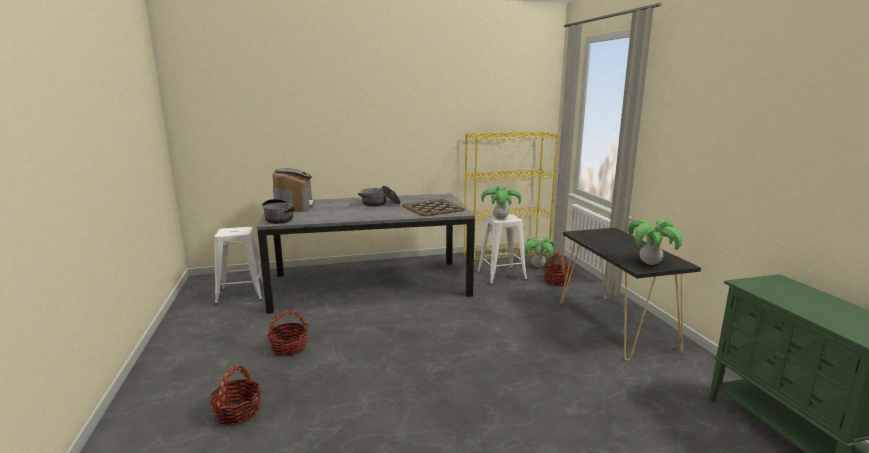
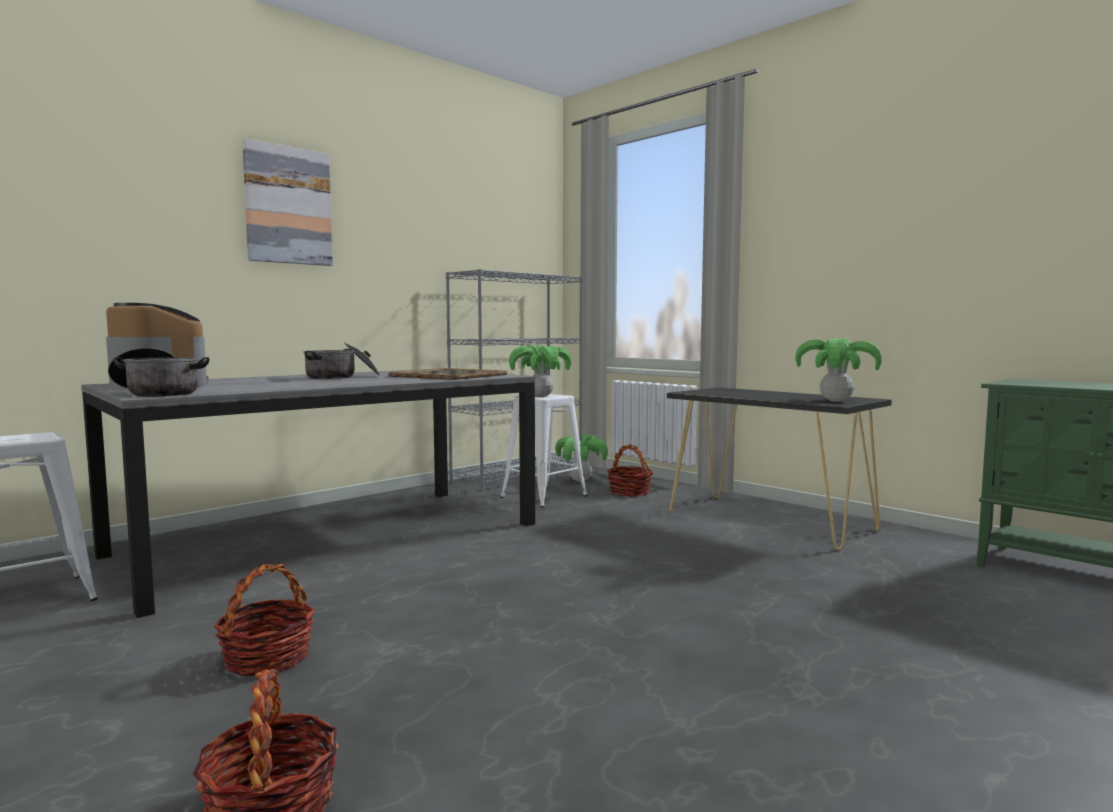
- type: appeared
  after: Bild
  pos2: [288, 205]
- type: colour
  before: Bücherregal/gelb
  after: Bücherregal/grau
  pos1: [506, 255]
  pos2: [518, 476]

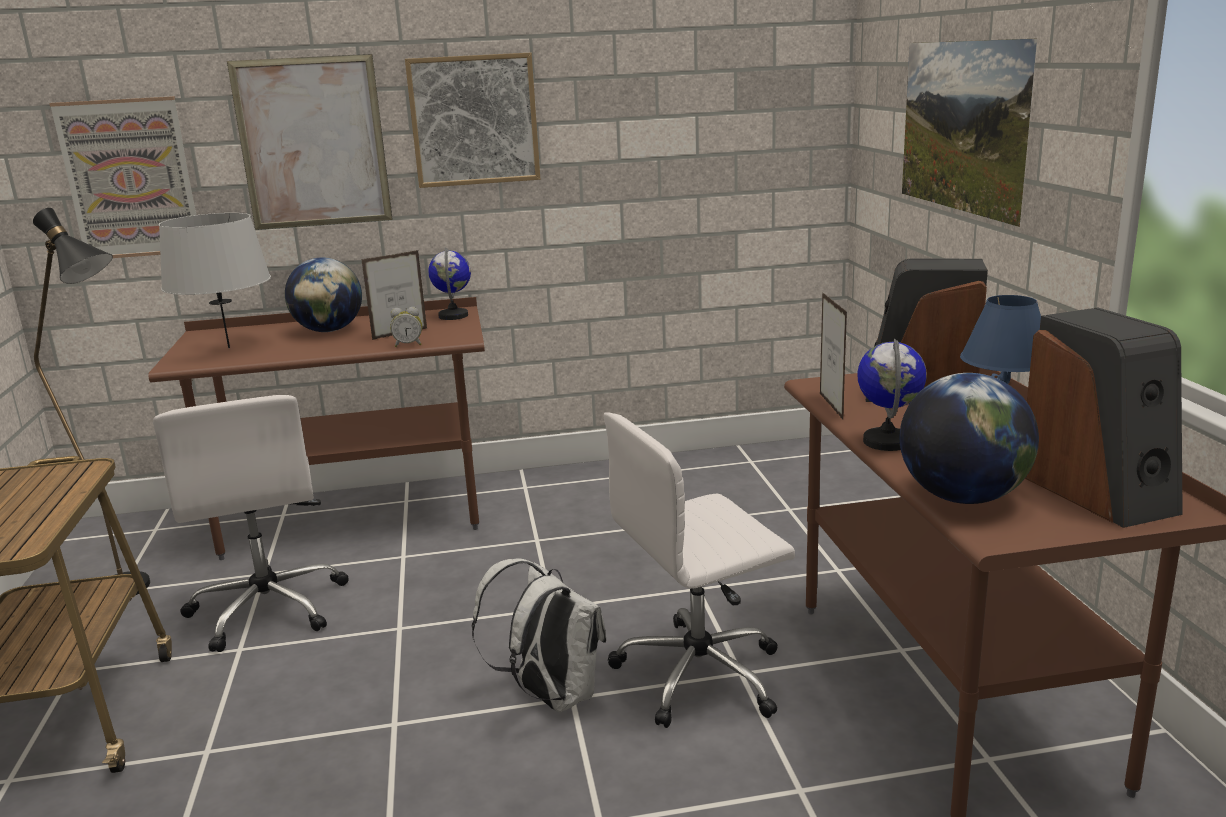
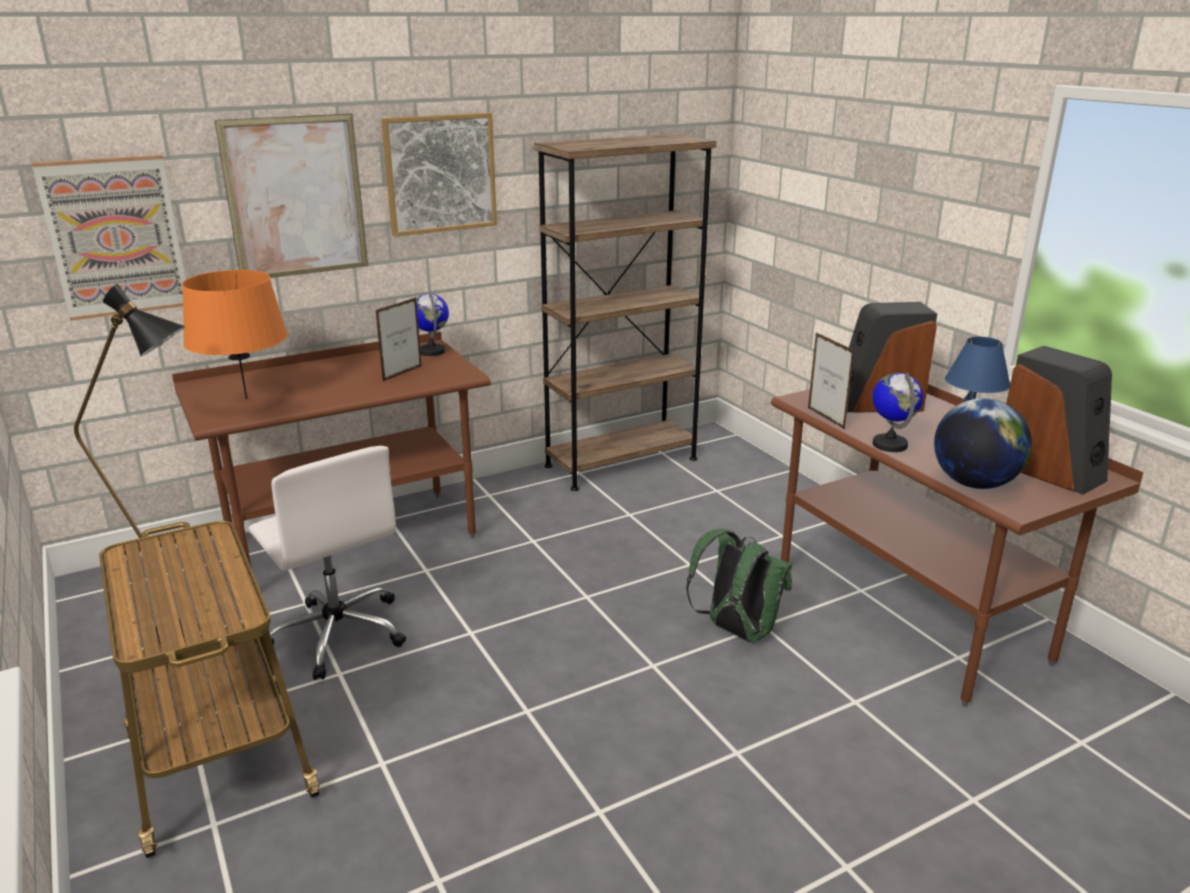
- type: missing
  before: Globus
  pos1: [329, 330]
- type: missing
  before: Wecker
  pos1: [408, 345]
- type: missing
  before: Rucksack/weiß
  pos1: [550, 696]
- type: missing
  before: Bild
  pos1: [957, 168]
- type: appeared
  after: Bücherregal/braun
  pos2: [621, 462]
- type: exchanged
  before: Bürostuhl/weiß
  after: Rucksack/grün
  pos1: [702, 674]
  pos2: [736, 631]
- type: colour
  before: Tischlampe/grau
  after: Tischlampe/orange
  pos1: [228, 348]
  pos2: [246, 399]

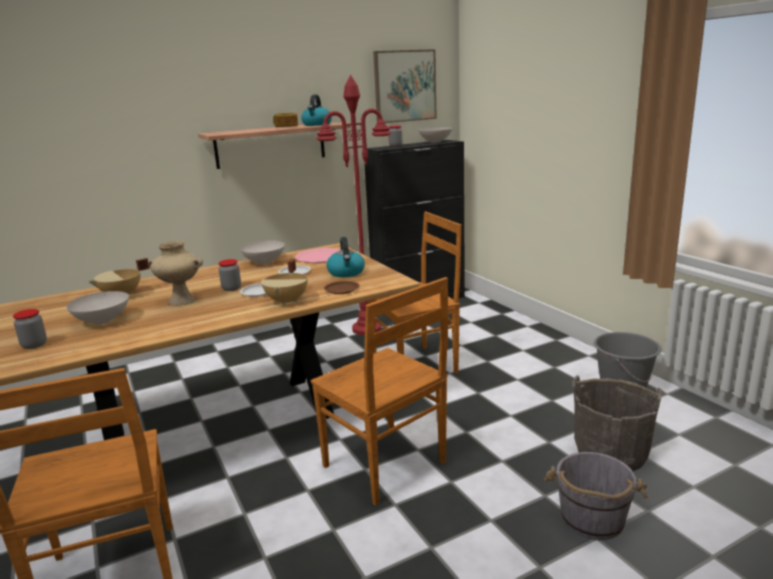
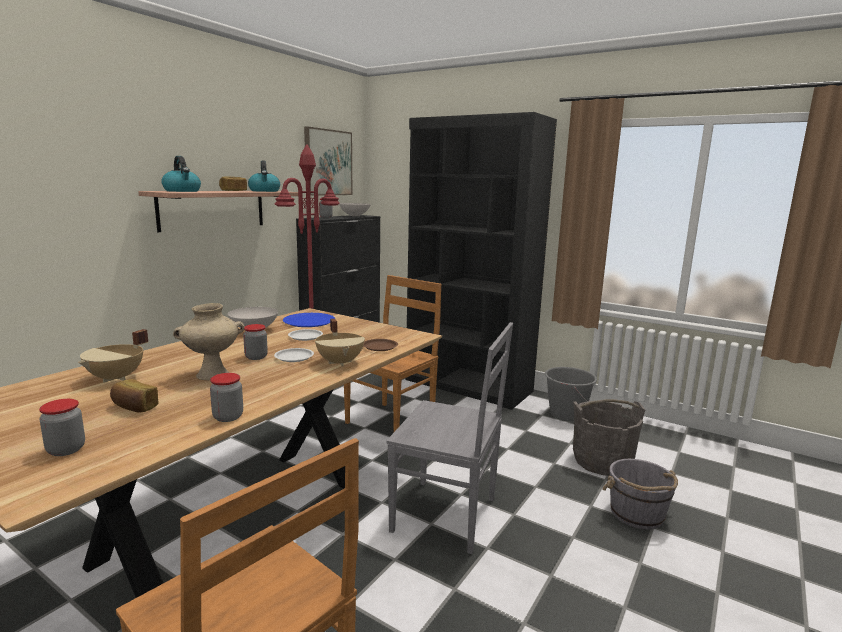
- type: appeared
  after: Vorratsglas
  pos2: [228, 417]
- type: appeared
  after: Bücherregal/schwarz
  pos2: [468, 386]
- type: relocated
  before: Wasserkessel
  pos1: [346, 273]
  pos2: [182, 191]
- type: exchanged
  before: Schüssel/weiß
  after: Brot
  pos1: [103, 320]
  pos2: [134, 407]
- type: colour
  before: Teller/rosa
  after: Teller/blau
  pos1: [320, 257]
  pos2: [309, 321]
- type: colour
  before: Stuhl/braun
  after: Stuhl/grau
  pos1: [386, 466]
  pos2: [447, 515]

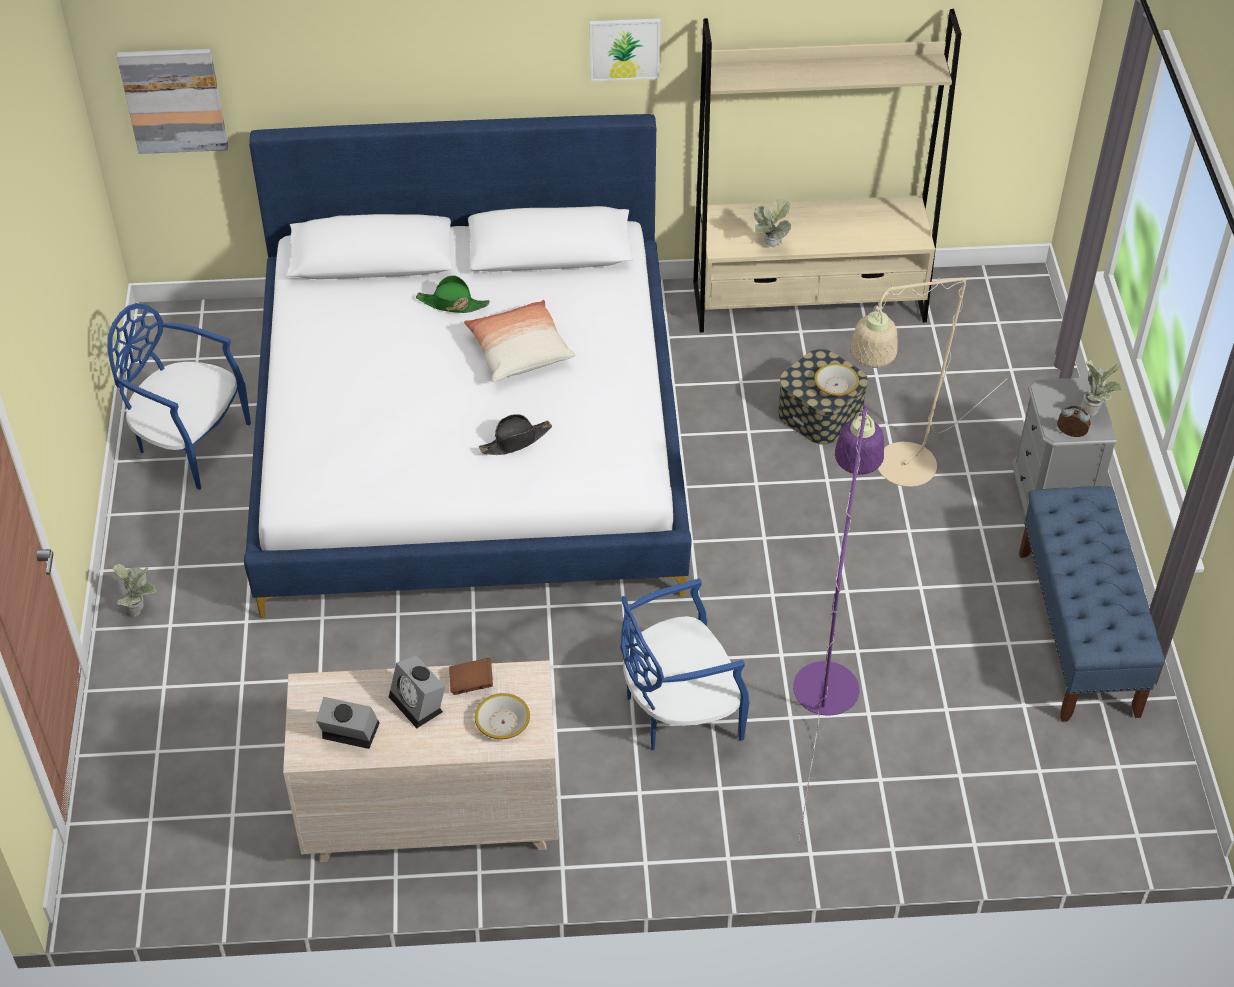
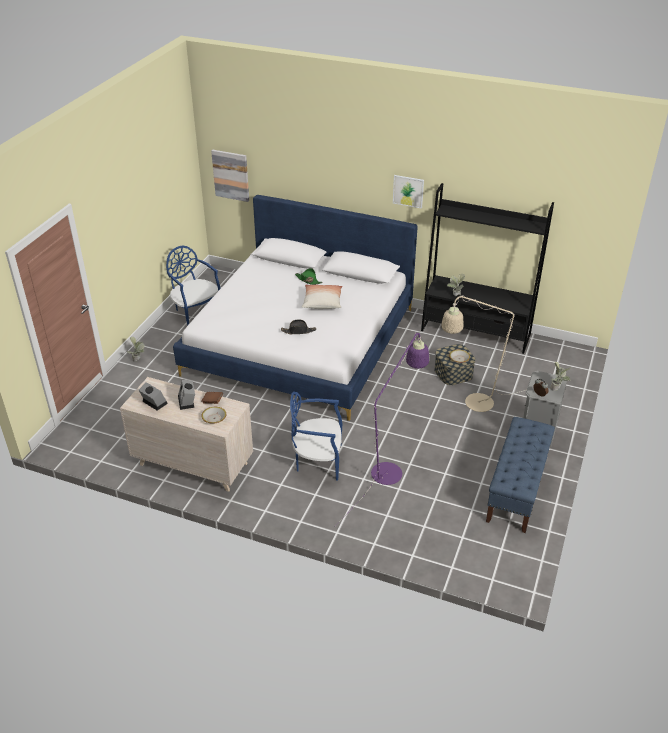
- type: colour
  before: Bücherregal/beige
  after: Bücherregal/schwarz
  pos1: [809, 302]
  pos2: [476, 333]

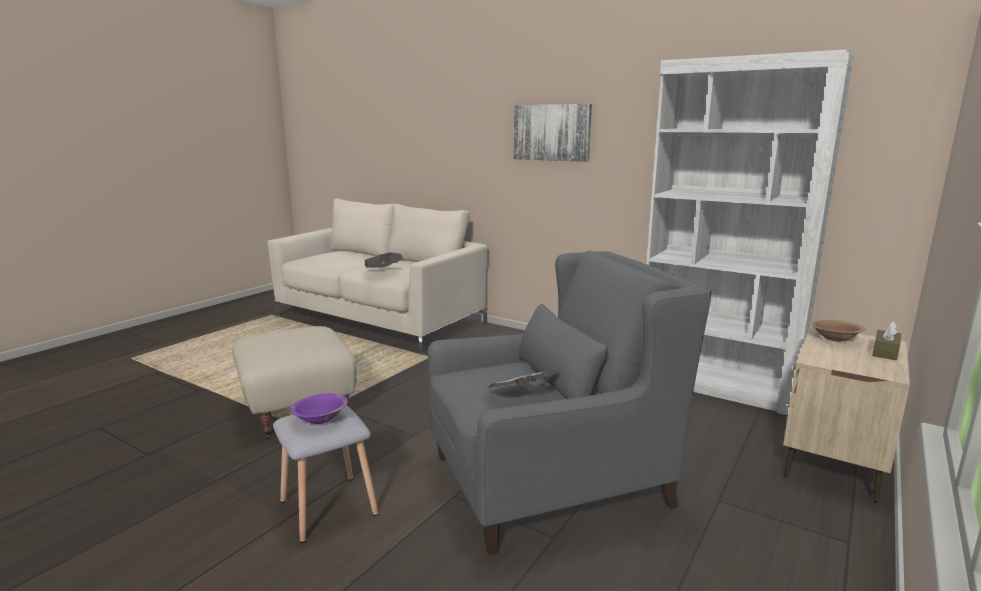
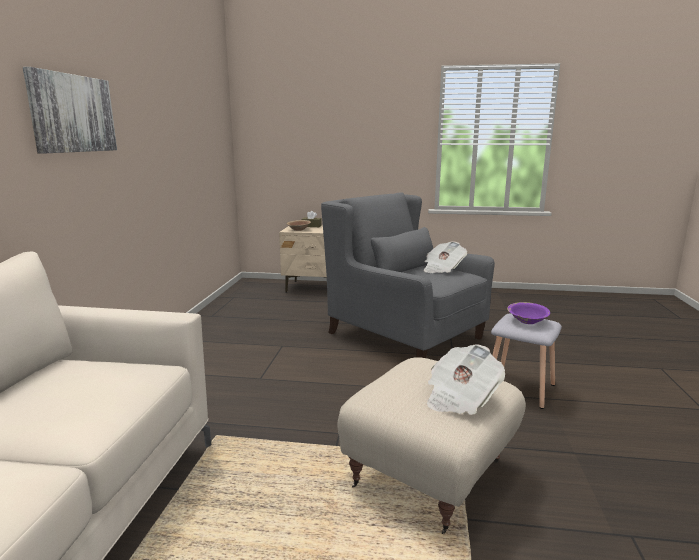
- type: missing
  before: Bücherregal/weiß
  pos1: [717, 385]
- type: relocated
  before: Zeitung
  pos1: [383, 271]
  pos2: [460, 398]

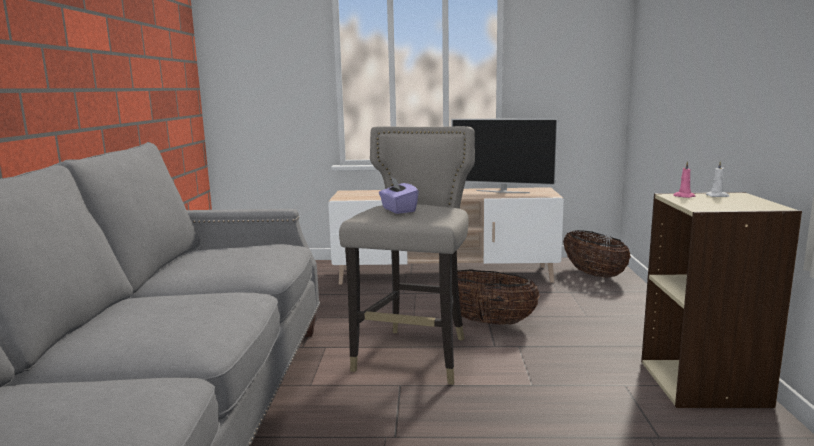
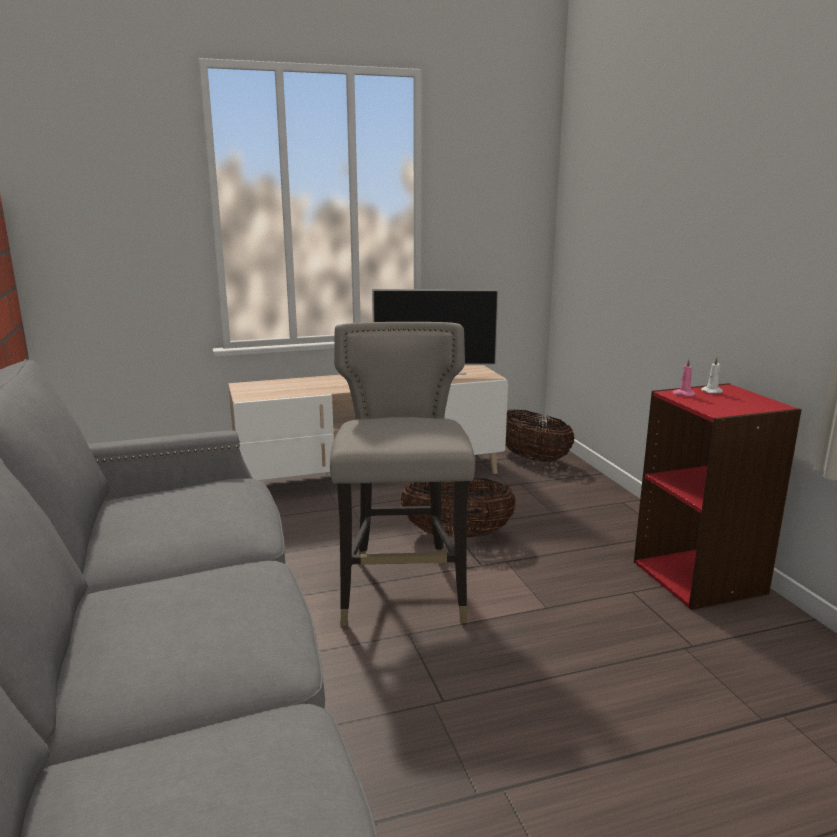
- type: missing
  before: Taschentuchbox/lila
  pos1: [398, 210]
- type: colour
  before: Bücherregal/beige
  after: Bücherregal/rot
  pos1: [704, 383]
  pos2: [700, 577]

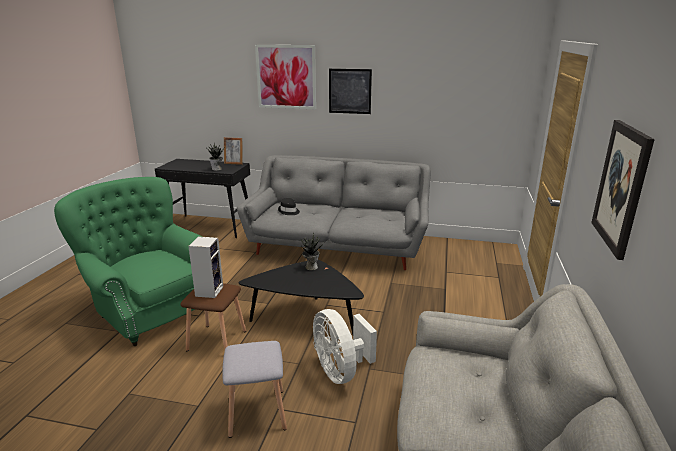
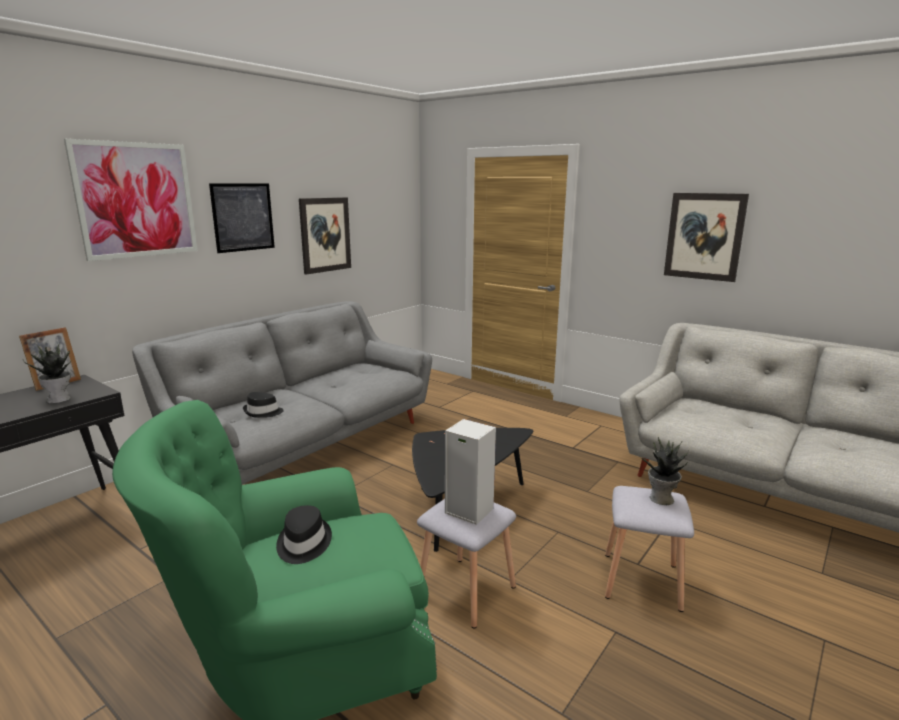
- type: missing
  before: Ventilator/weiß
  pos1: [341, 371]
- type: appeared
  after: Hut/schwarz
  pos2: [303, 543]
- type: appeared
  after: Bild
  pos2: [325, 235]
- type: relocated
  before: Topfpflanze
  pos1: [311, 267]
  pos2: [661, 499]
- type: colour
  before: Hocker/braun
  after: Hocker/grau
  pos1: [215, 340]
  pos2: [466, 592]

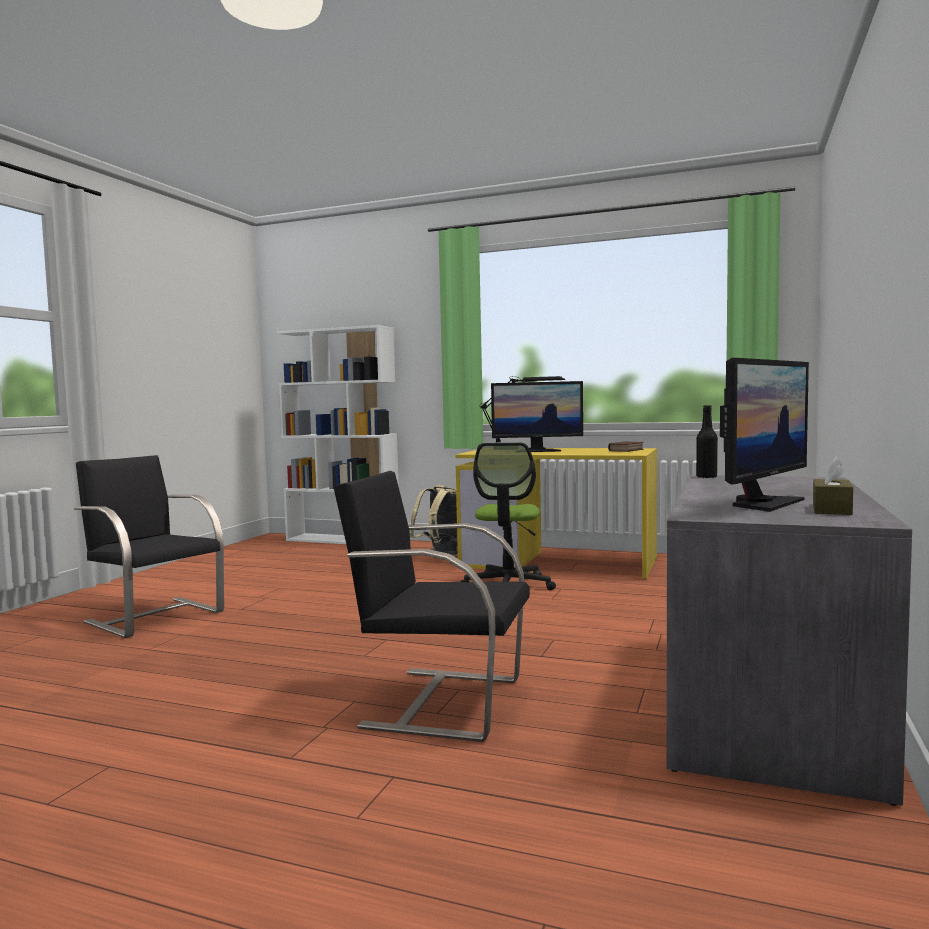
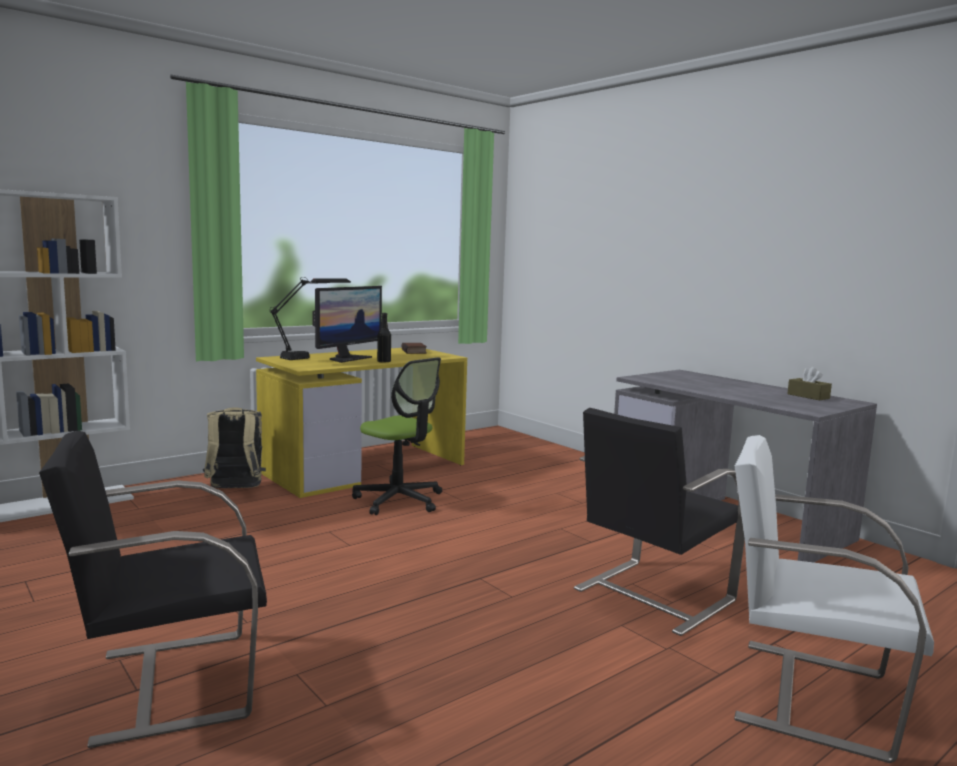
- type: missing
  before: Monitor
  pos1: [763, 503]
- type: appeared
  after: Stuhl/weiß
  pos2: [808, 694]
- type: relocated
  before: Flasche/schwarz
  pos1: [706, 477]
  pos2: [384, 362]

